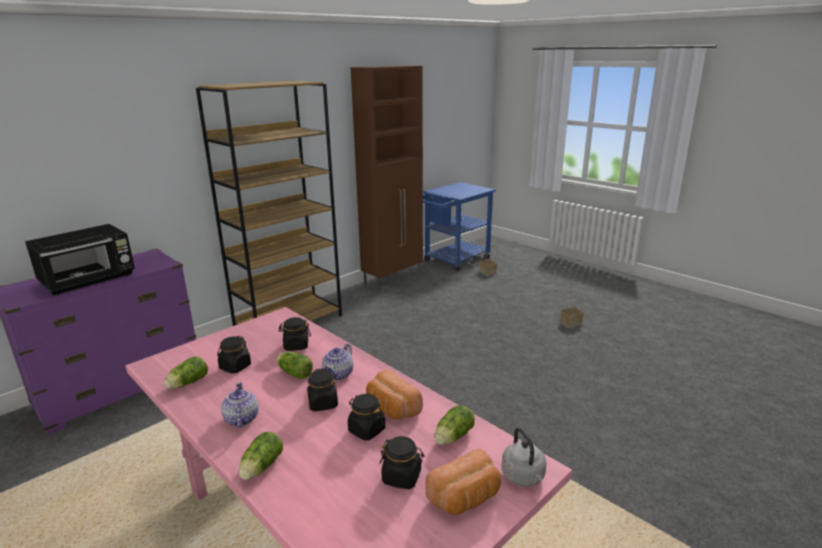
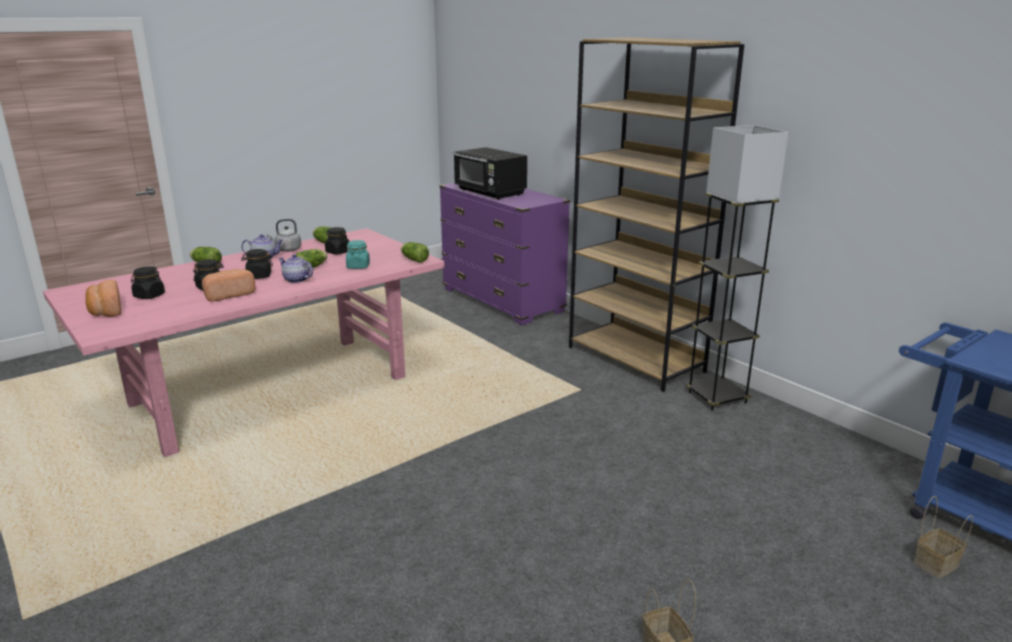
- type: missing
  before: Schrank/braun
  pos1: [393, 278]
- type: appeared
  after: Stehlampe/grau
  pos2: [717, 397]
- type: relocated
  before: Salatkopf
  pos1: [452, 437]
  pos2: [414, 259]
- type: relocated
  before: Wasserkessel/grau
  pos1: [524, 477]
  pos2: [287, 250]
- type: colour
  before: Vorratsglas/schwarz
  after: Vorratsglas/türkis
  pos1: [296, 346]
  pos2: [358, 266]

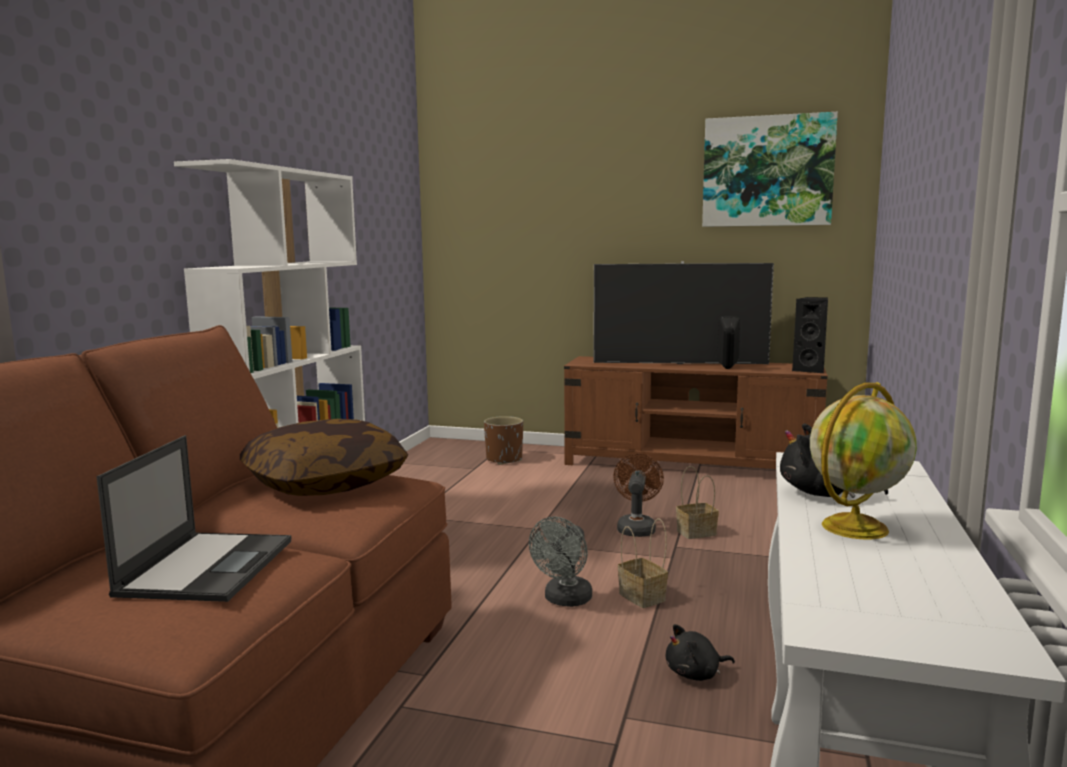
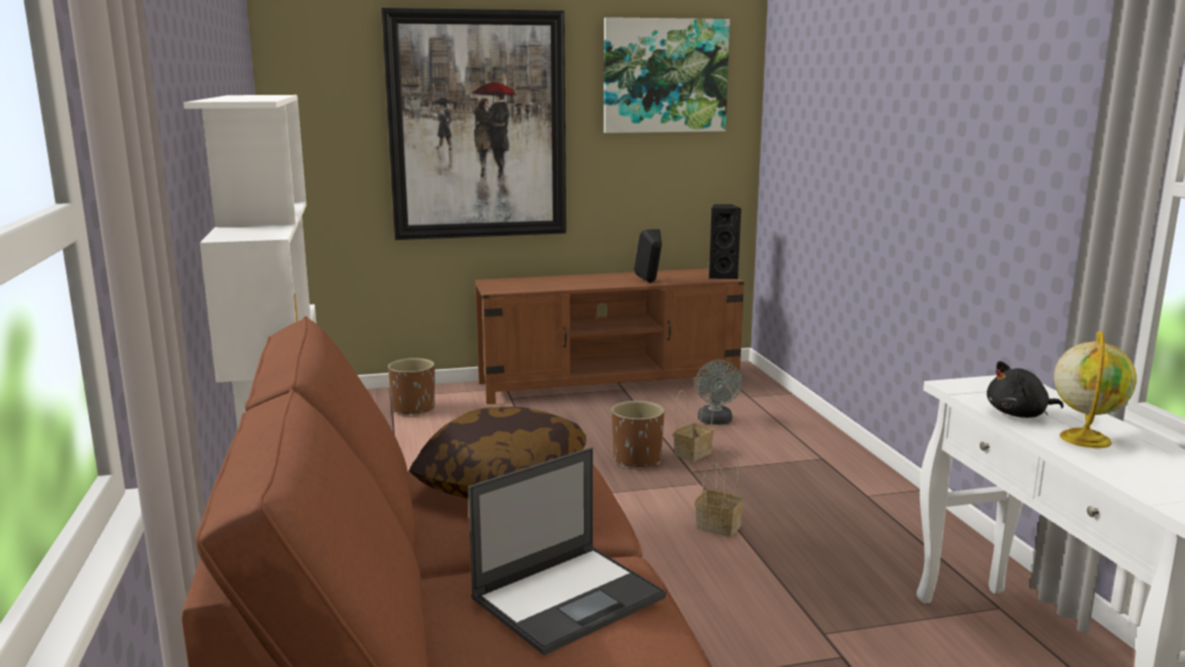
- type: missing
  before: Fernseher
  pos1: [679, 363]
- type: missing
  before: Plüschtier/schwarz
  pos1: [695, 674]
- type: appeared
  after: Bild
  pos2: [477, 126]
- type: relocated
  before: Ventilator/grau
  pos1: [564, 600]
  pos2: [716, 421]
- type: exchanged
  before: Ventilator/braun
  after: Pflanzkübel/braun
  pos1: [636, 528]
  pos2: [637, 460]
- type: spun
  before: Laptop
  pos1: [208, 566]
  pos2: [570, 597]
  turn: 75

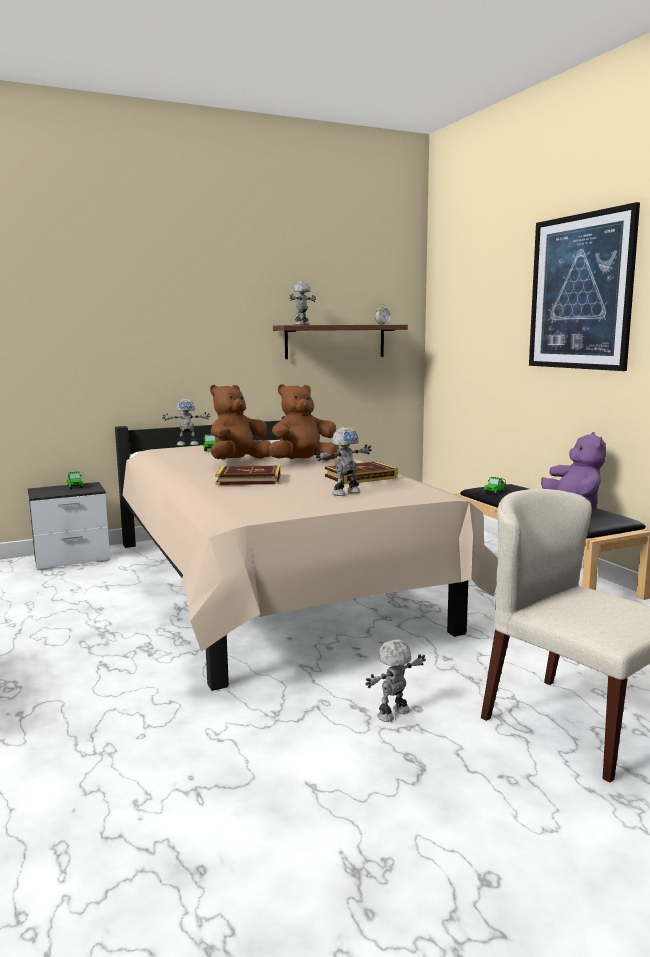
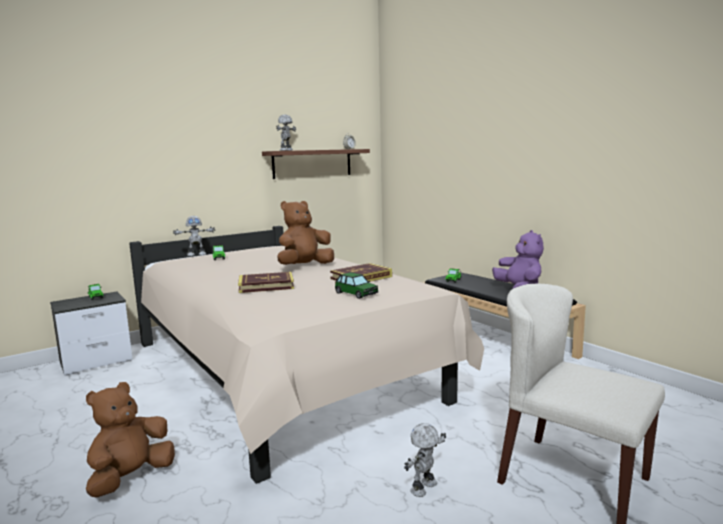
- type: missing
  before: Bild
  pos1: [580, 292]
- type: relocated
  before: Plüschtier/braun
  pos1: [238, 461]
  pos2: [131, 478]
- type: exchanged
  before: Spielzeugroboter
  after: Spielzeugauto
  pos1: [345, 493]
  pos2: [356, 293]

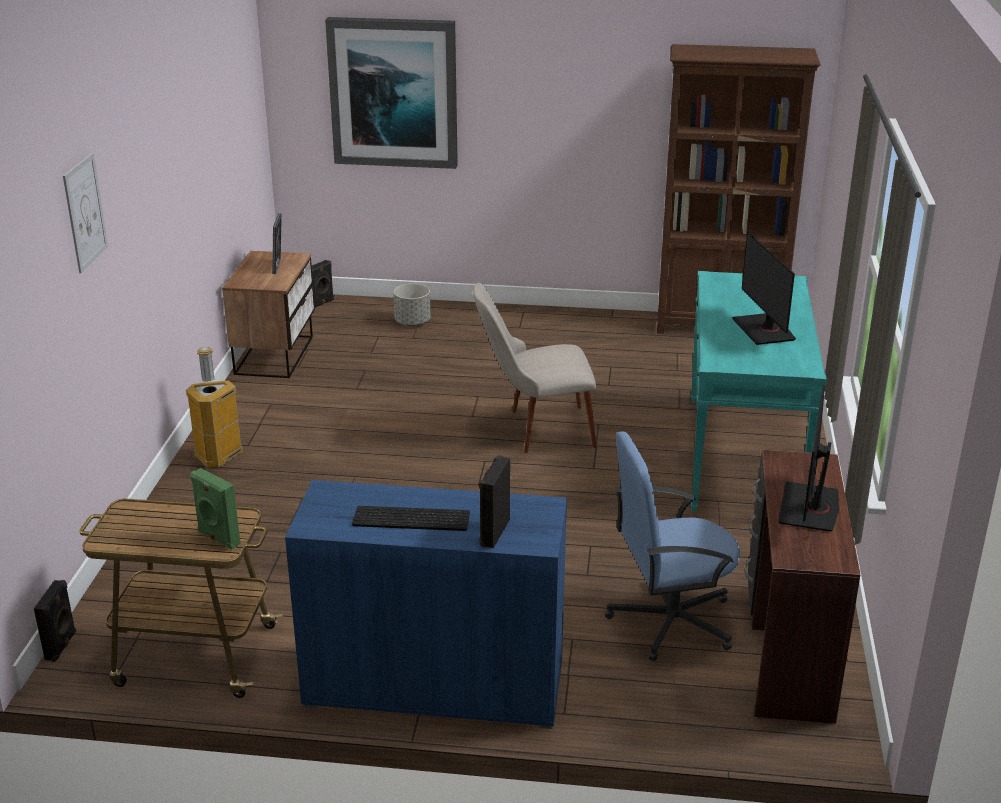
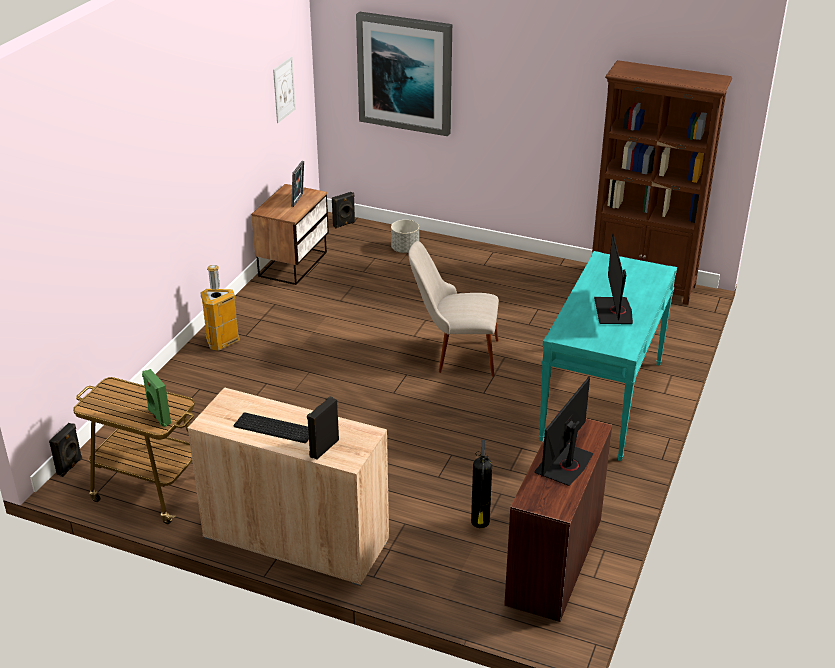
- type: relocated
  before: Bild
  pos1: [85, 212]
  pos2: [284, 89]
- type: exchanged
  before: Bürostuhl/blau
  after: Feuerlöscher
  pos1: [669, 621]
  pos2: [480, 523]
- type: colour
  before: Schrank/blau
  after: Schrank/beige
  pos1: [434, 684]
  pos2: [296, 539]

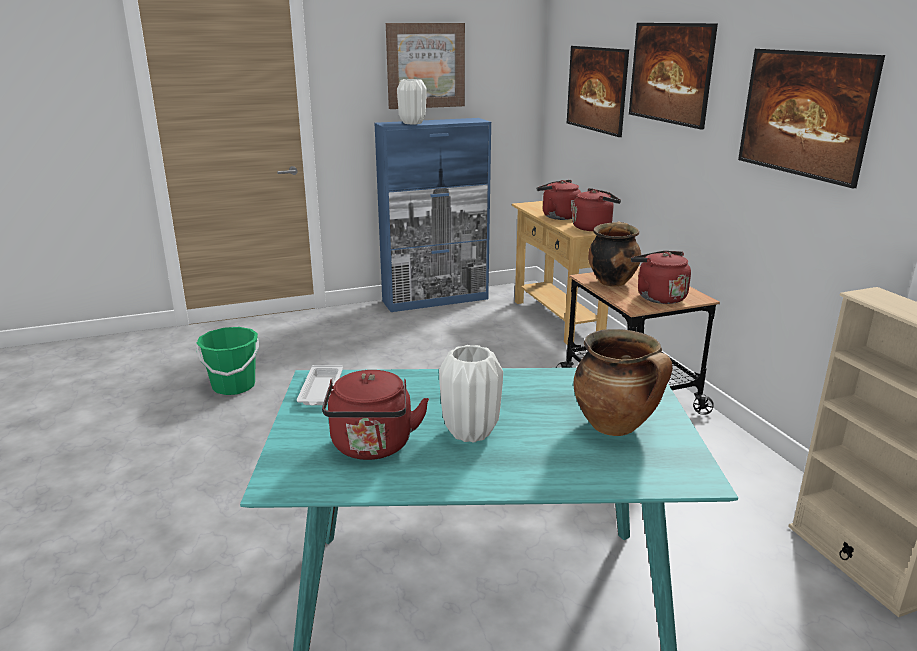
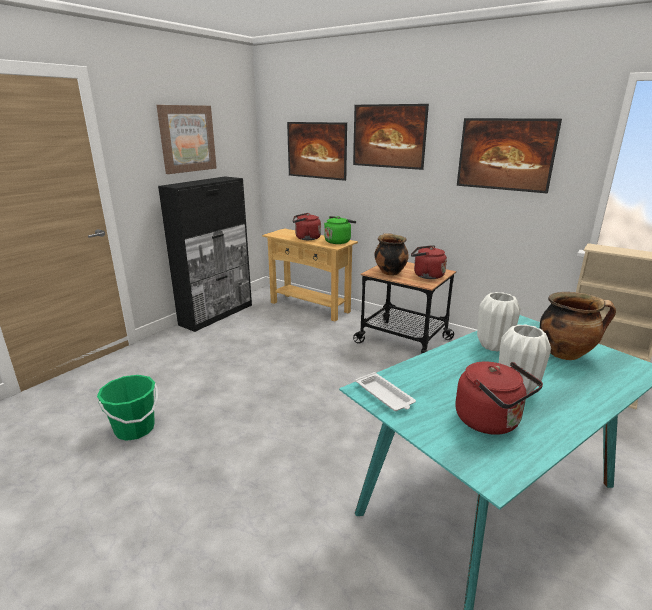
- type: relocated
  before: Vase/weiß
  pos1: [412, 123]
  pos2: [493, 346]
- type: colour
  before: Schrank/blau
  after: Schrank/schwarz
  pos1: [436, 300]
  pos2: [217, 314]
- type: colour
  before: Wasserkessel/rot
  after: Wasserkessel/grün
  pos1: [594, 227]
  pos2: [338, 241]

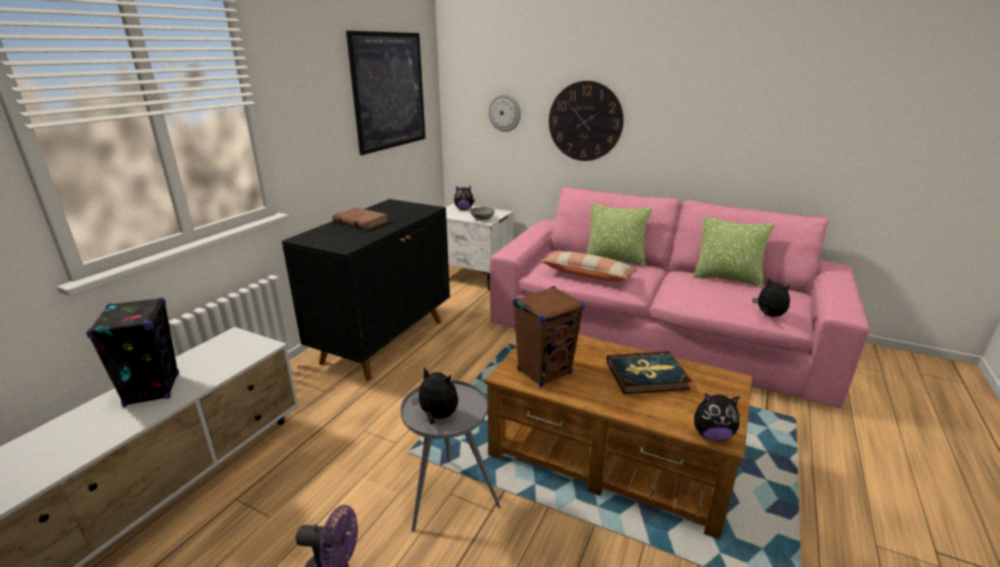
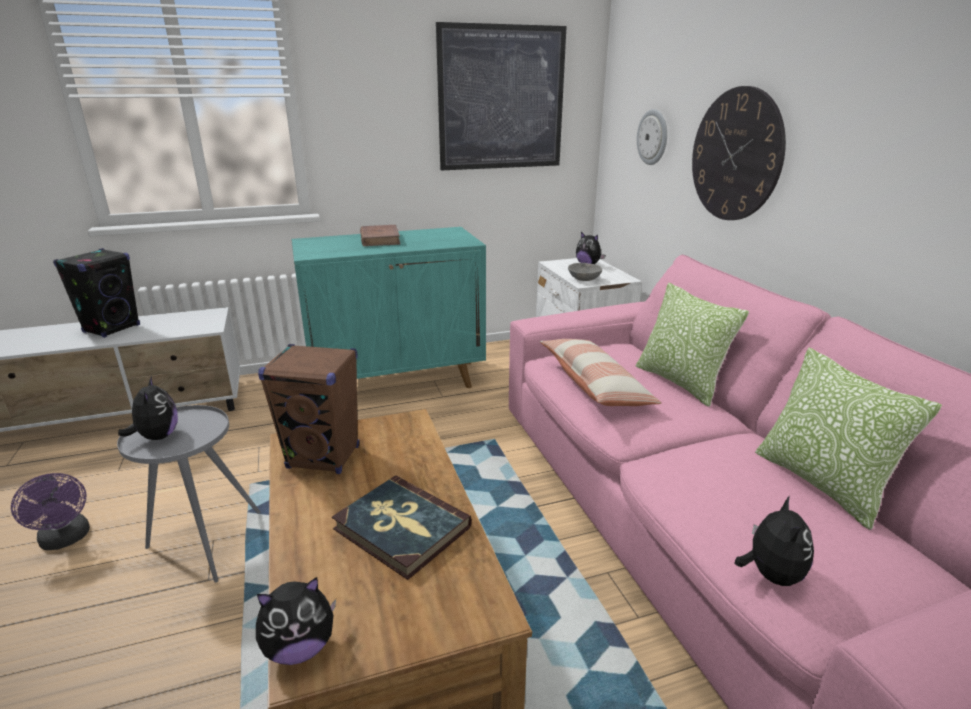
- type: colour
  before: Schrank/schwarz
  after: Schrank/türkis
  pos1: [385, 341]
  pos2: [398, 382]
- type: spun
  before: Plüschtier
  pos1: [712, 435]
  pos2: [300, 648]
  turn: -75

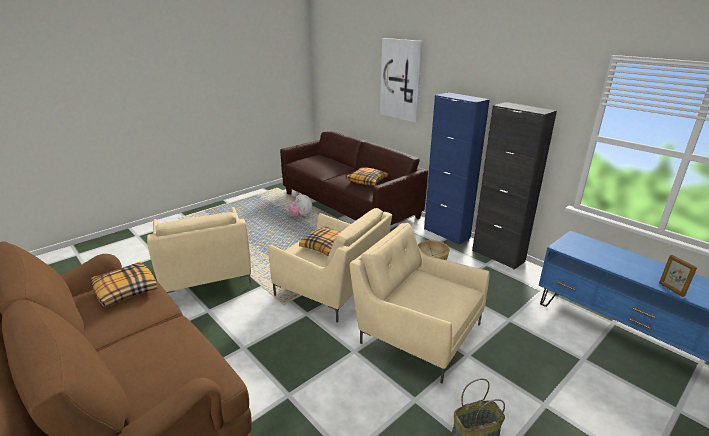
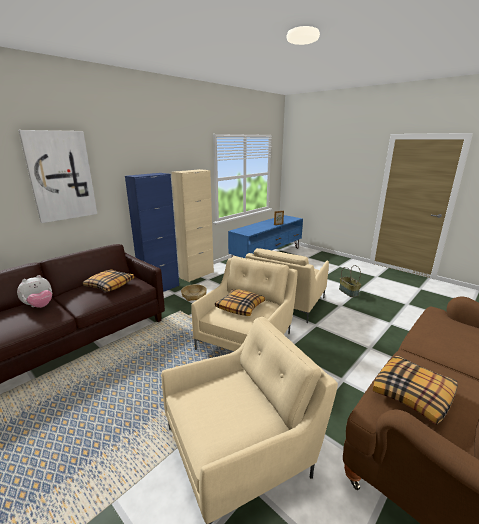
- type: relocated
  before: Plüschtier
  pos1: [301, 216]
  pos2: [39, 306]
- type: colour
  before: Schrank/schwarz
  after: Schrank/beige
  pos1: [498, 256]
  pos2: [197, 275]

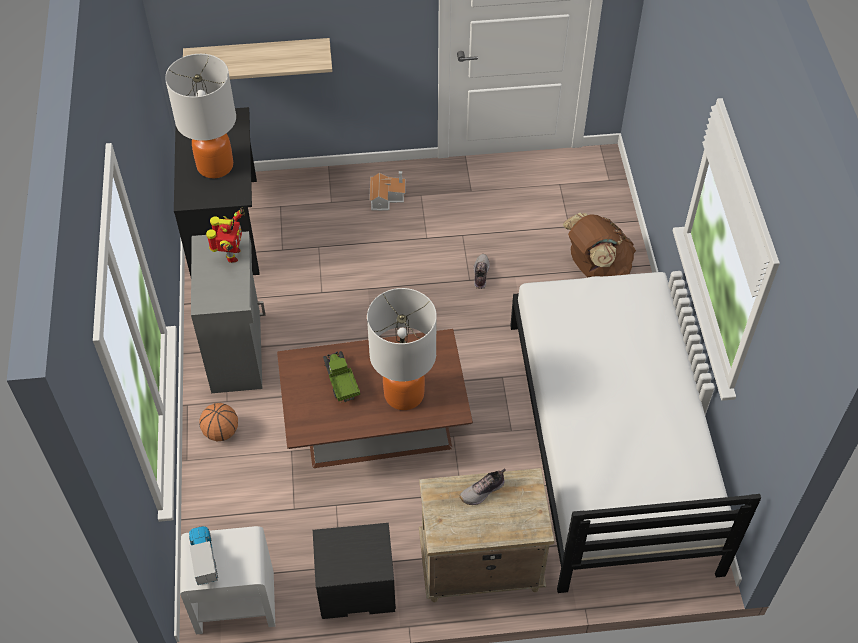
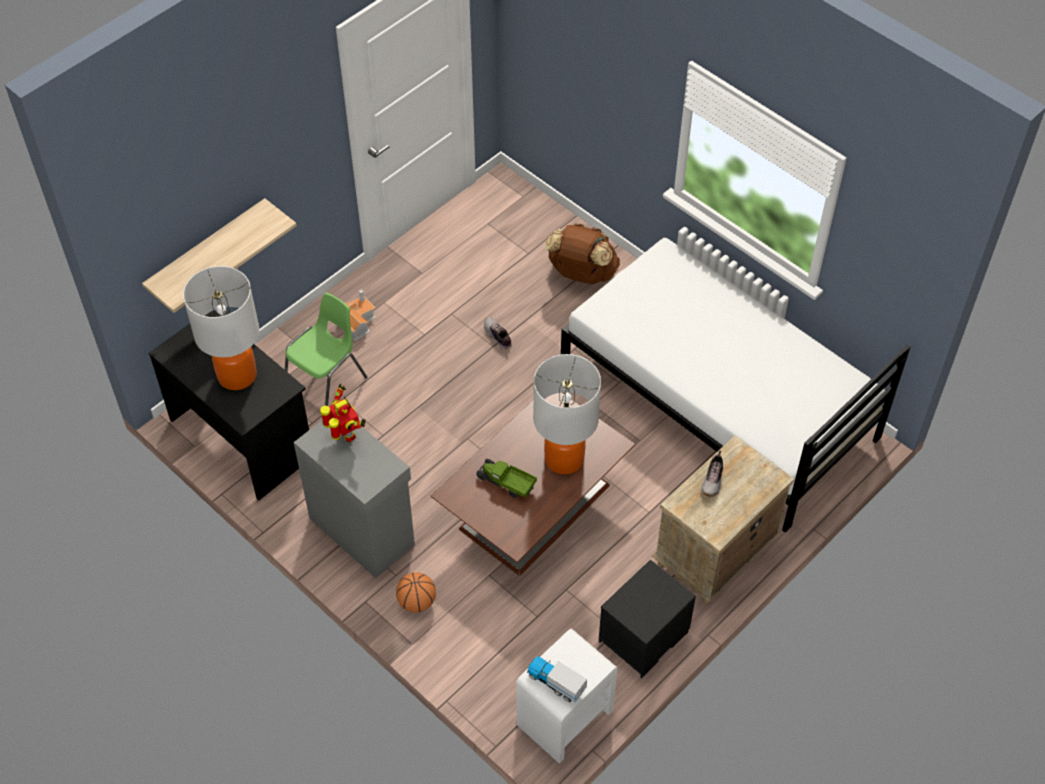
- type: appeared
  after: Stuhl/grün
  pos2: [327, 384]

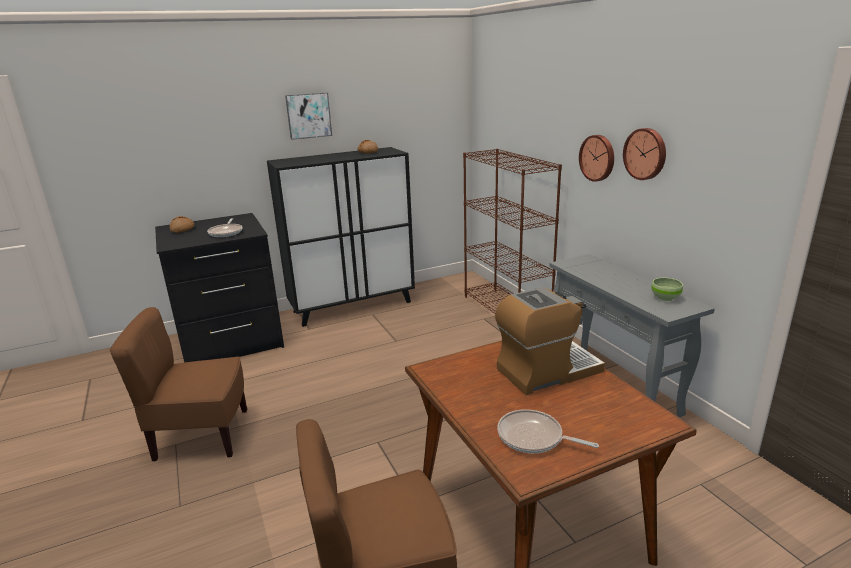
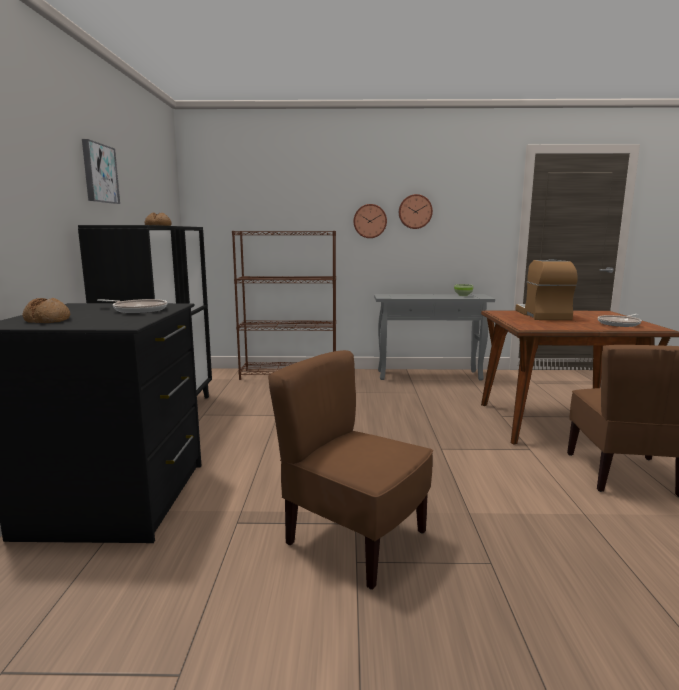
- type: spun
  before: Stuhl/braun
  pos1: [201, 436]
  pos2: [354, 539]
  turn: 105

